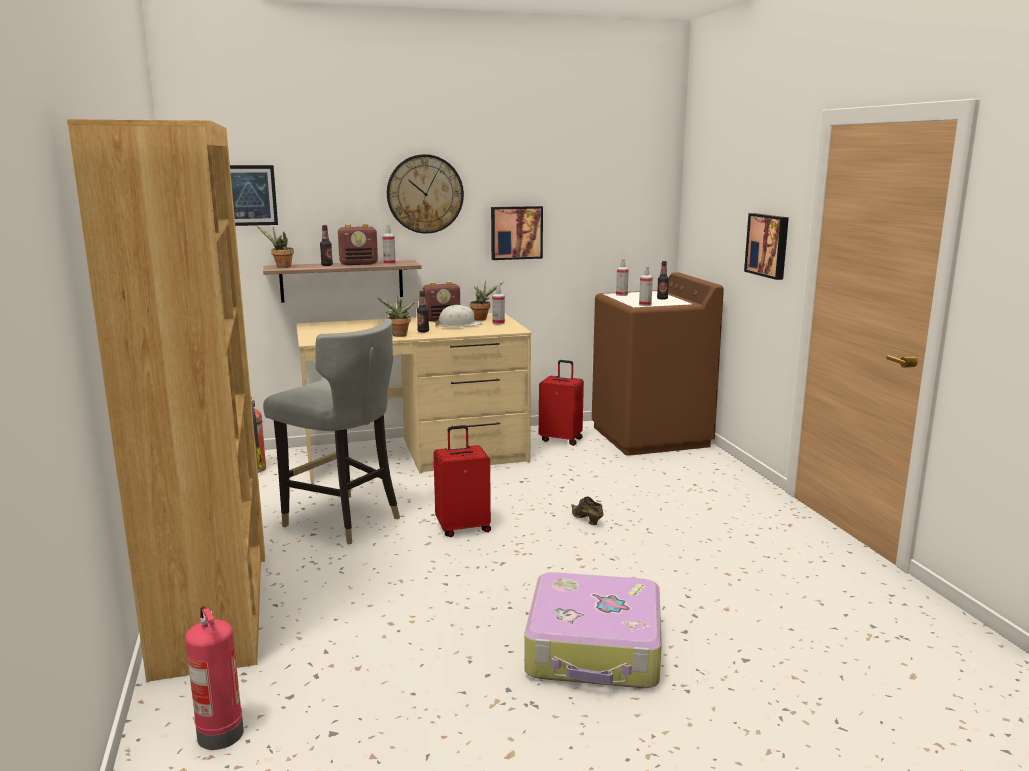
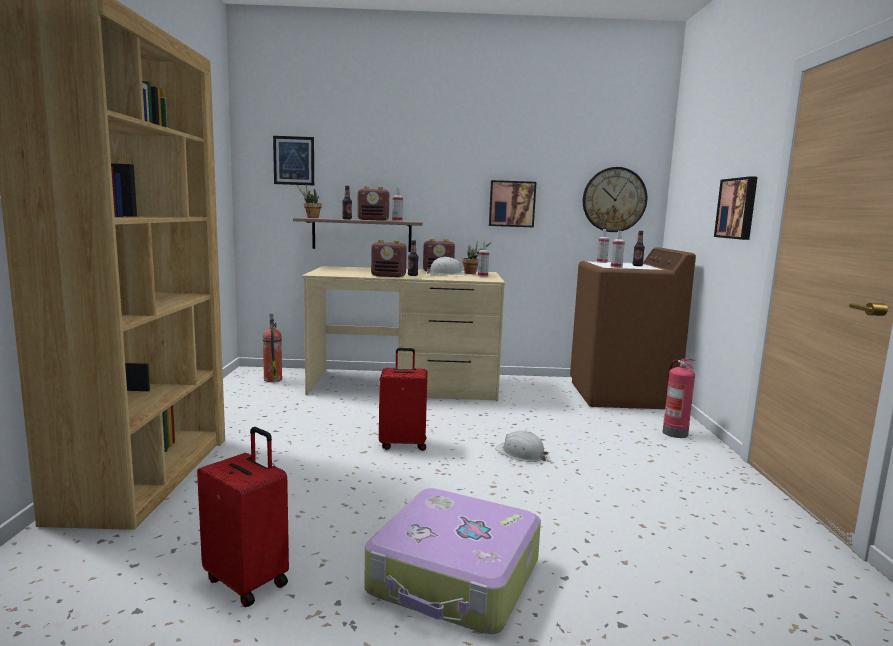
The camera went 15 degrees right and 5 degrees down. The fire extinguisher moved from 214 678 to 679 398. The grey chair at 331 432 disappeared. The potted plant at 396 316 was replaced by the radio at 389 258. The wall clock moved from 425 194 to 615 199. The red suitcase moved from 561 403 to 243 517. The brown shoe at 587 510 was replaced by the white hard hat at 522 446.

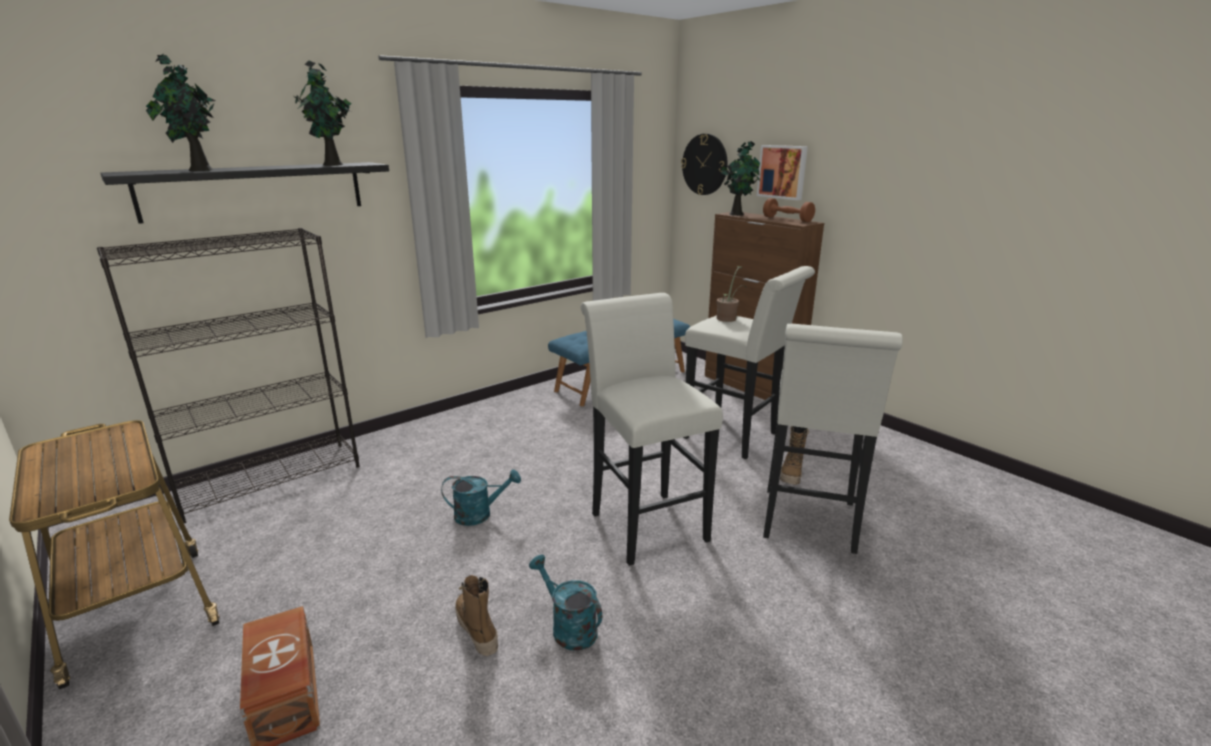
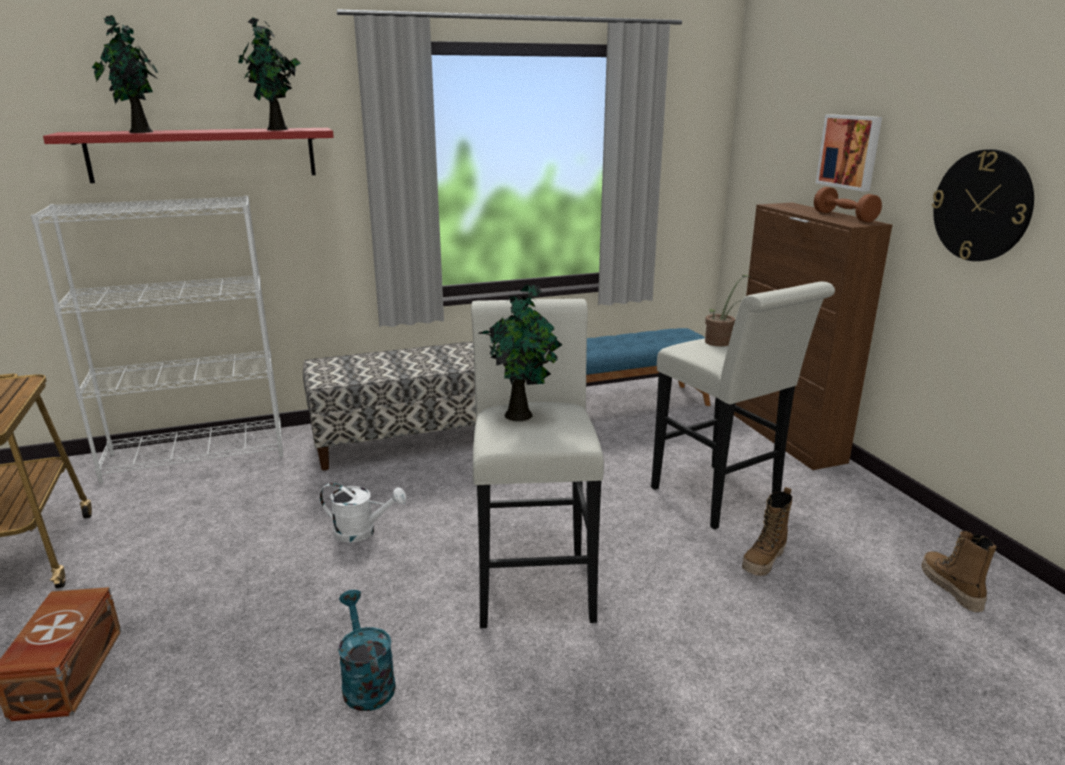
The camera went 20 degrees right and 0 degrees up. The black bookcase at 228 376 became the white bookcase at 157 340. The black shelf at 244 193 became the red shelf at 188 155. The turquoise watering can at 481 497 became the white watering can at 363 513. The boot moved from 476 615 to 958 571. The wall clock moved from 704 164 to 983 205. The potted plant moved from 739 178 to 520 353. The white stool at 833 439 disappeared. The bench at 389 406 appeared.

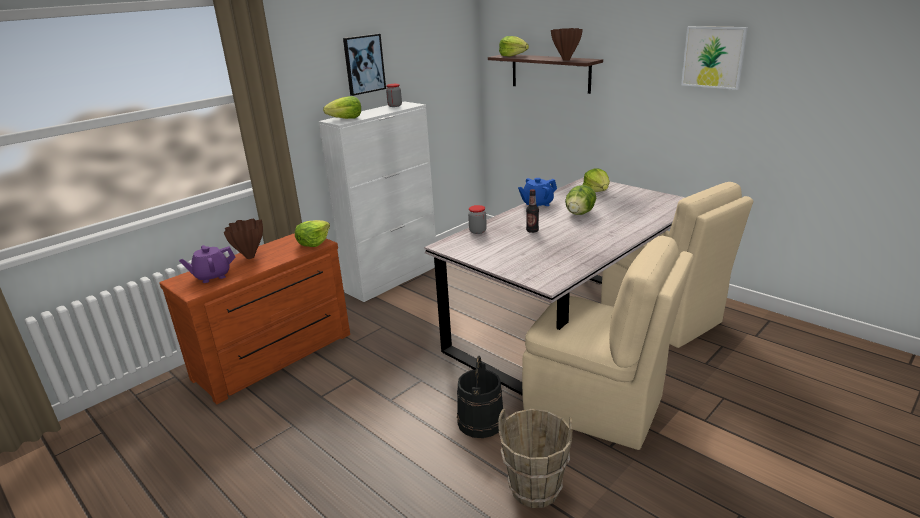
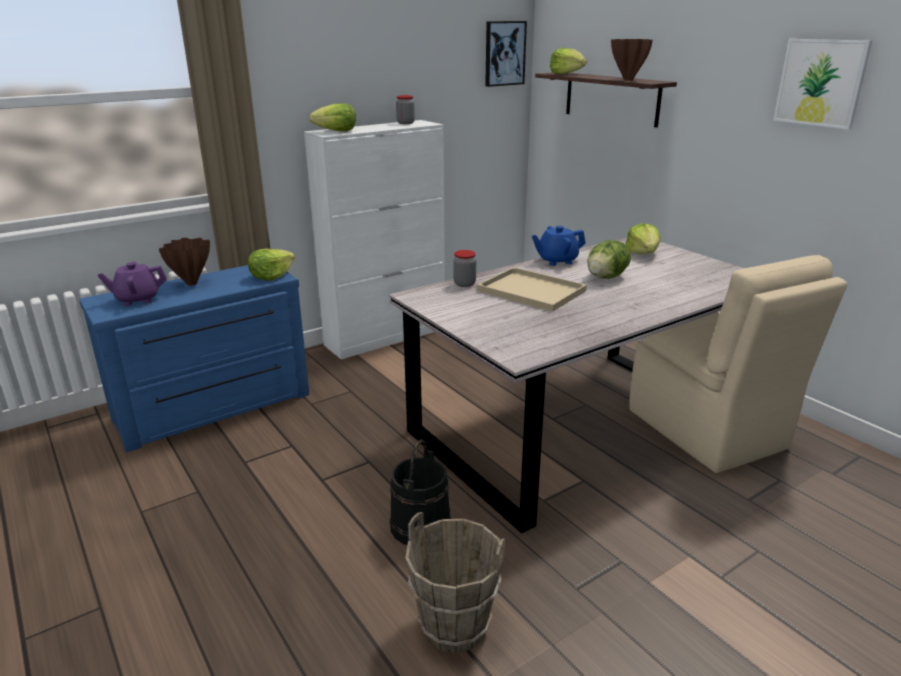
The camera went 10 degrees right and 0 degrees up. The brown dresser at 255 319 became the blue dresser at 194 358. The picture moved from 364 65 to 506 54. The beige chair at 608 343 disappeared. The bottle at 532 211 was replaced by the beige tray at 532 289.

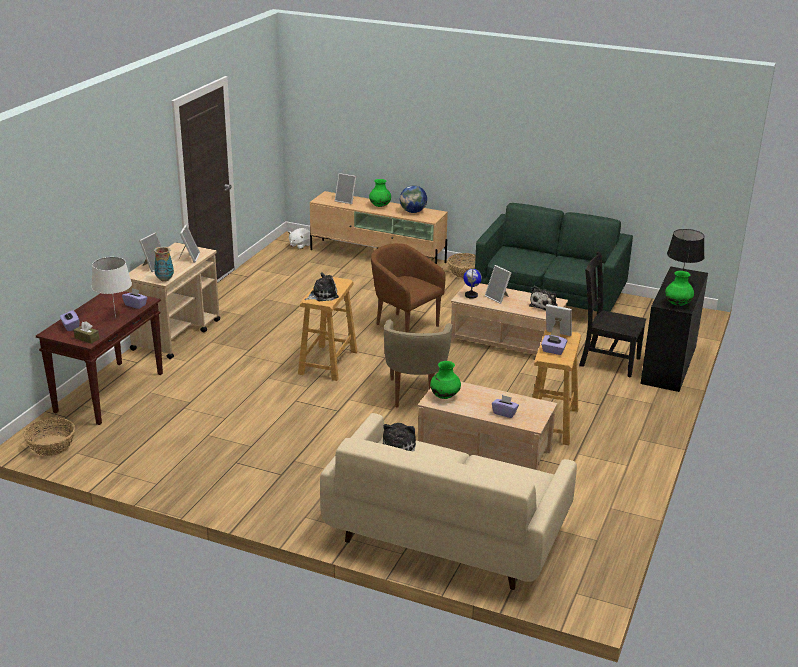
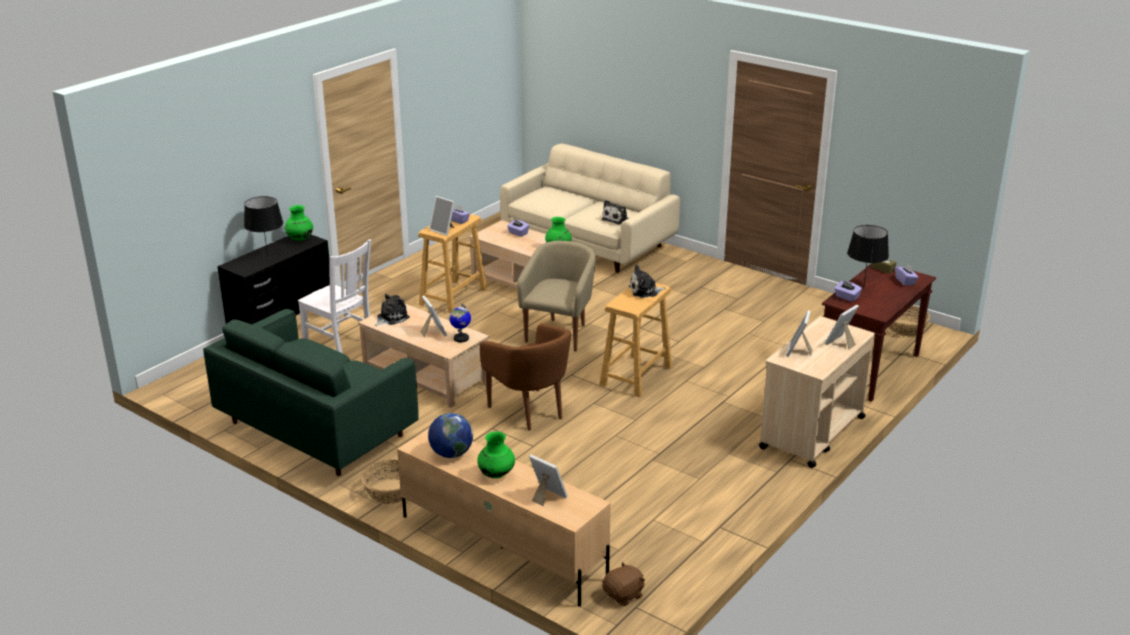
The camera went 165 degrees left and 0 degrees up. The white table lamp at 111 287 became the black table lamp at 868 254. The vase at 164 264 disappeared. The white plush toy at 299 238 became the brown plush toy at 623 584. The black chair at 612 314 became the white chair at 334 296.

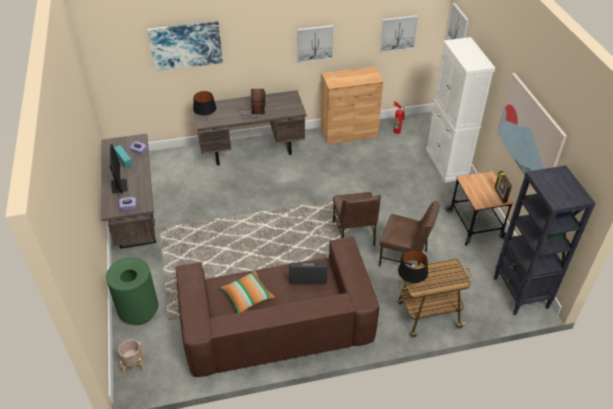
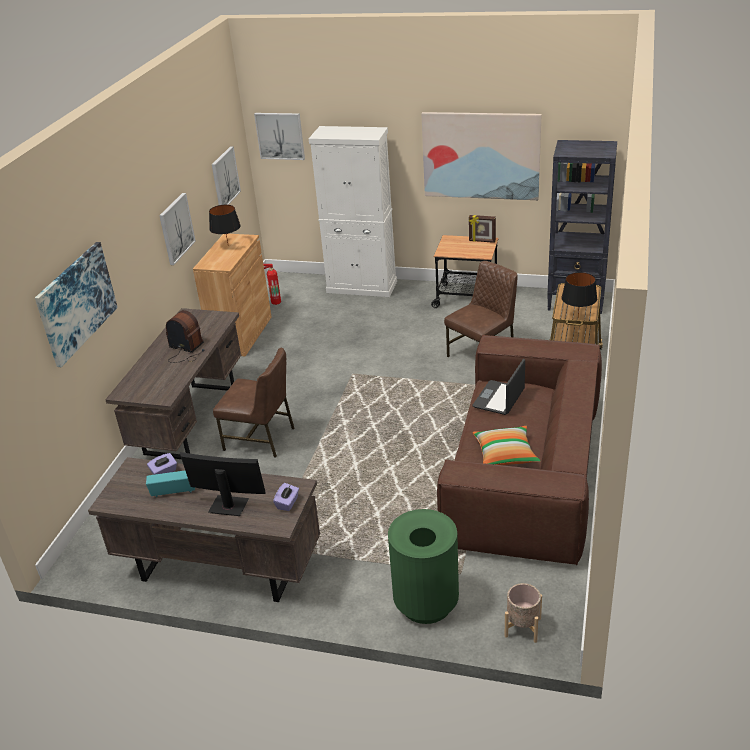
The camera went 60 degrees left and 10 degrees down. The black table lamp moved from 205 106 to 225 225. The brown chair moved from 357 219 to 254 403.

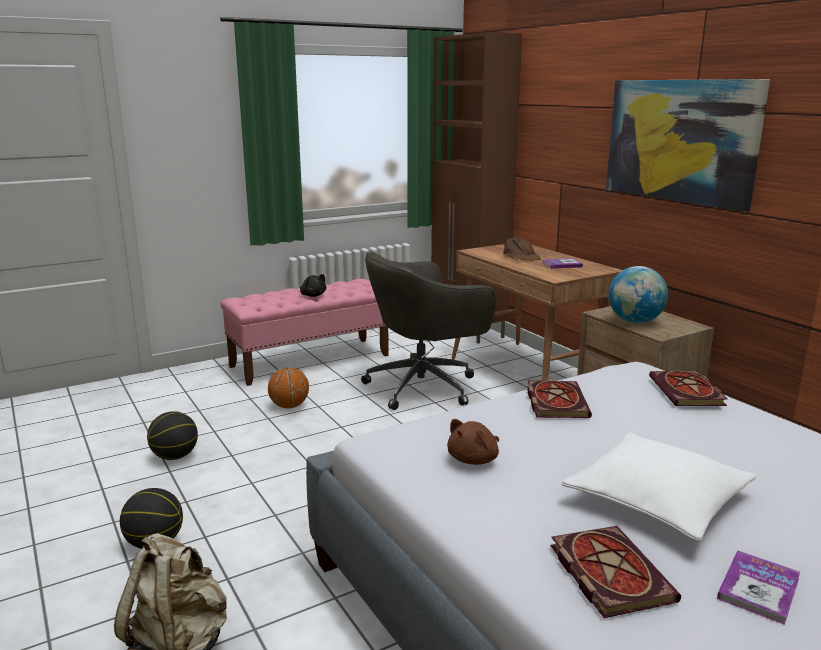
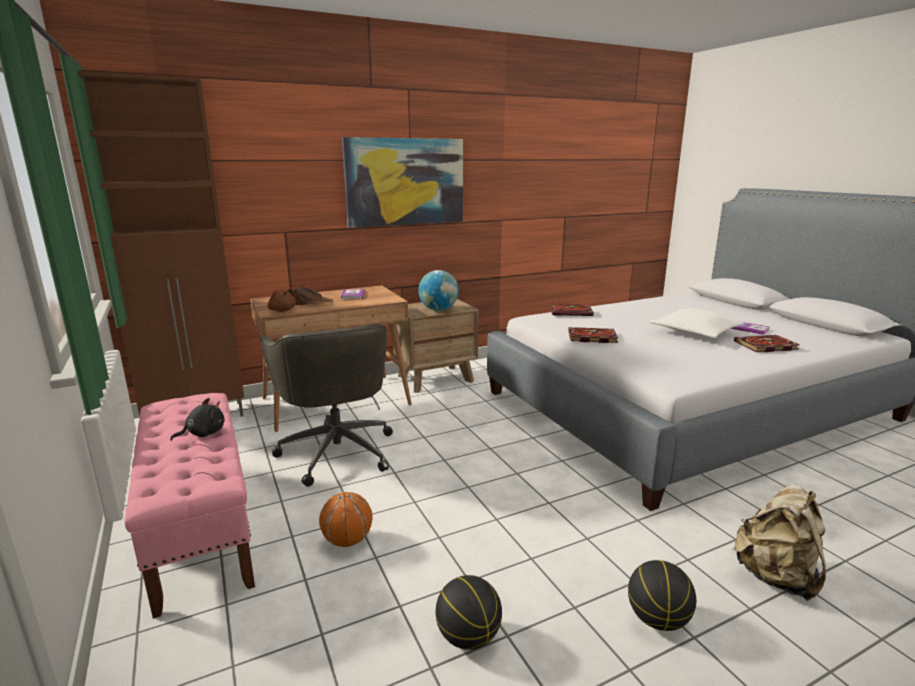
The camera went 85 degrees left and 0 degrees up. The brown plush toy moved from 473 442 to 281 300.

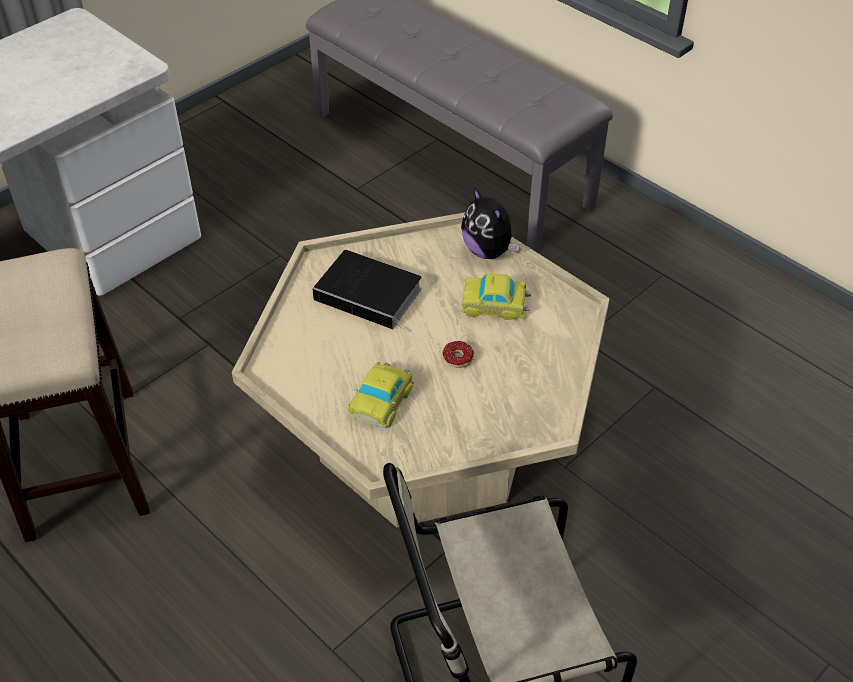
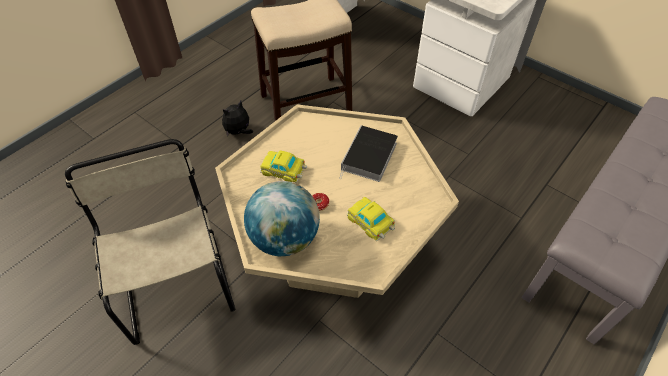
The camera went 85 degrees right and 5 degrees up. The plush toy moved from 490 223 to 237 118. The toy car at 496 296 turned 45 degrees counterclockwise. The globe at 282 218 appeared.

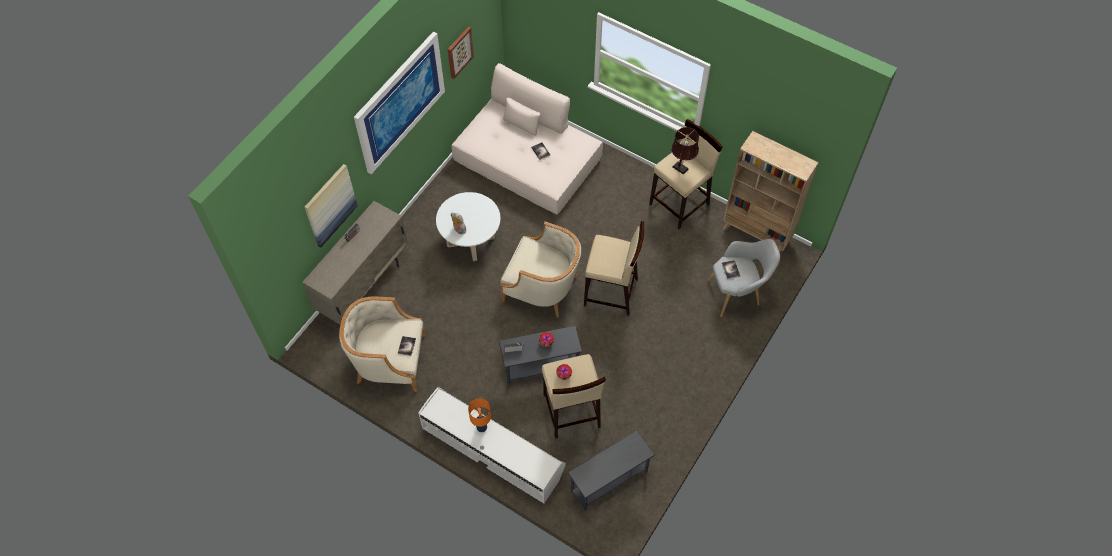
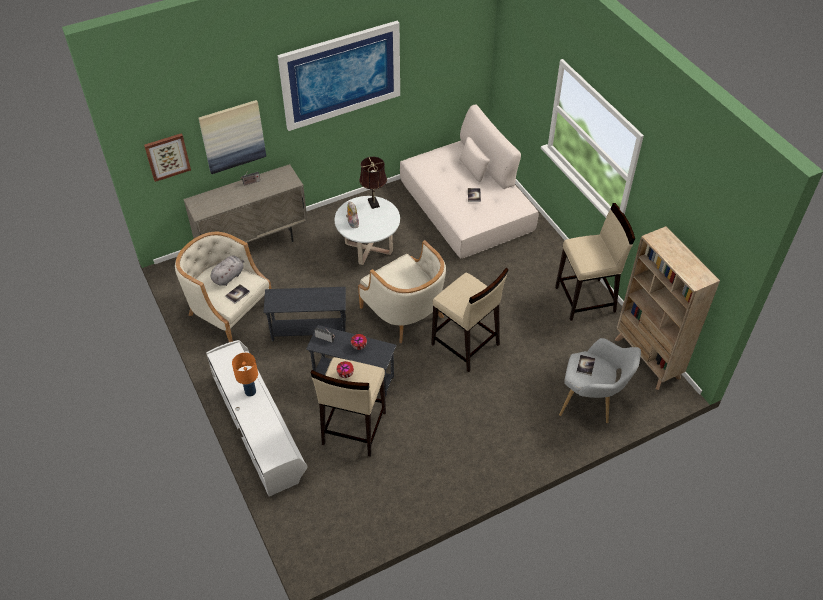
The camera went 30 degrees right and 10 degrees down. The picture moved from 461 53 to 167 157. The grey side table moved from 611 470 to 304 314. The brown table lamp moved from 685 150 to 373 182. The grey plush toy at 228 271 appeared.

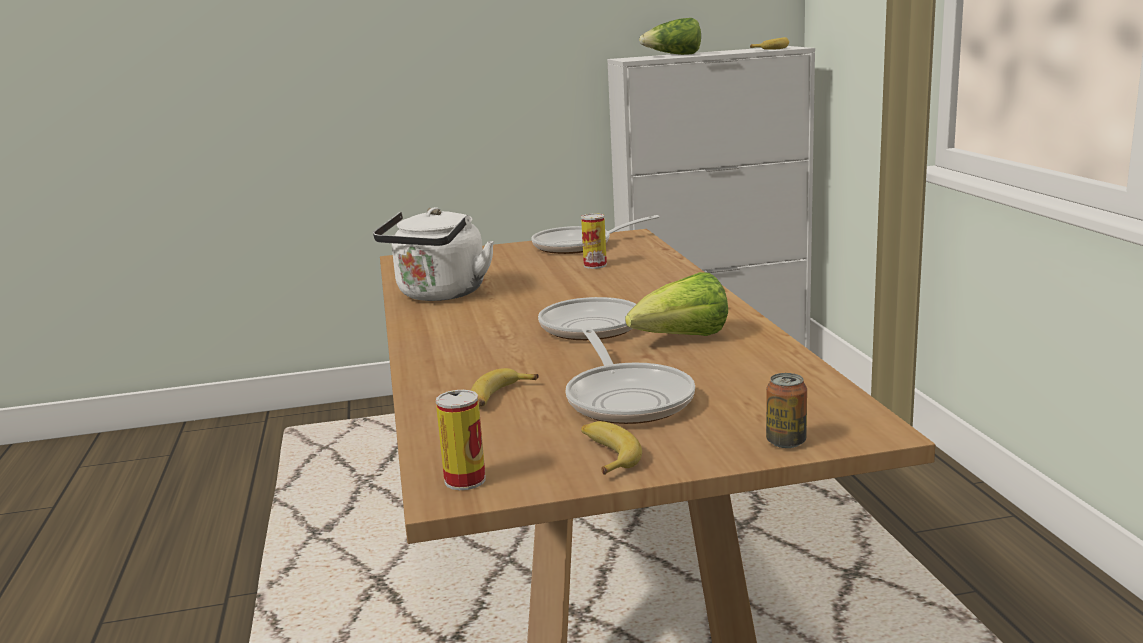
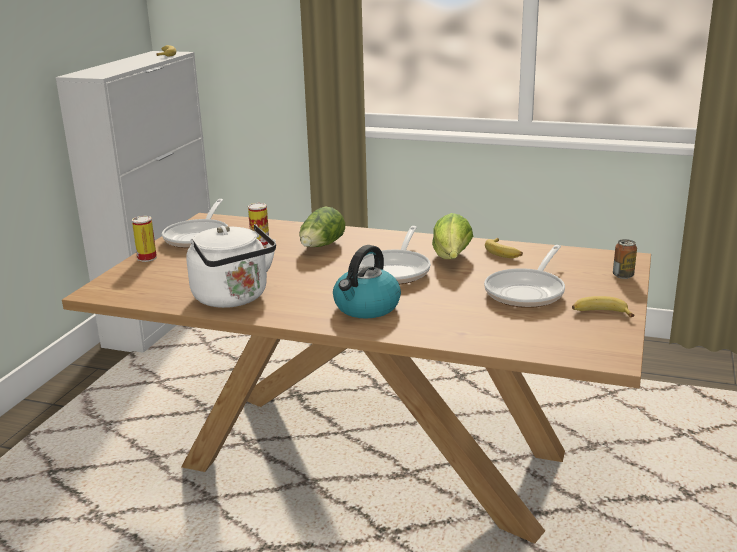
The camera went 60 degrees left and 5 degrees up. The can moved from 461 440 to 144 239. The banana moved from 505 387 to 504 248. The frying pan at 630 375 turned 105 degrees clockwise. The lettuce moved from 670 36 to 322 227. The kettle at 367 281 appeared.

